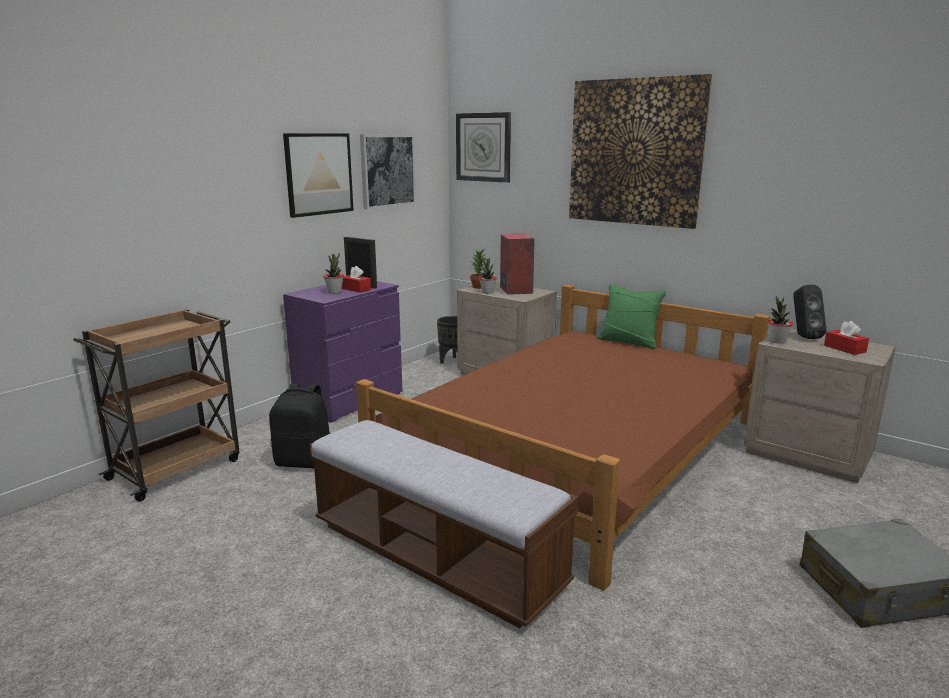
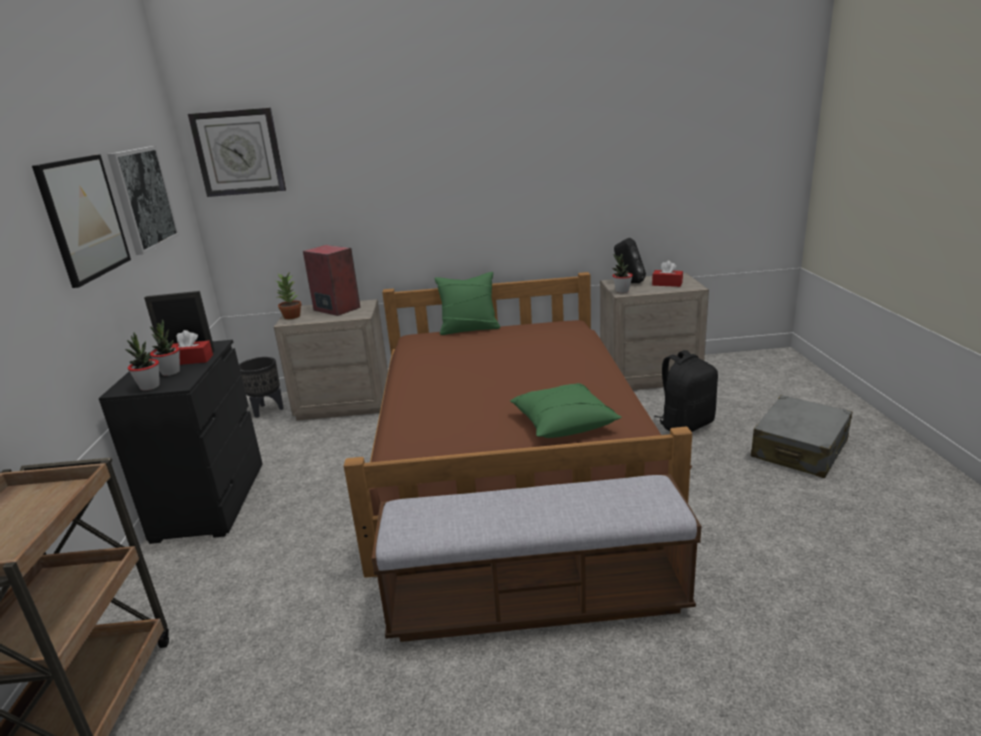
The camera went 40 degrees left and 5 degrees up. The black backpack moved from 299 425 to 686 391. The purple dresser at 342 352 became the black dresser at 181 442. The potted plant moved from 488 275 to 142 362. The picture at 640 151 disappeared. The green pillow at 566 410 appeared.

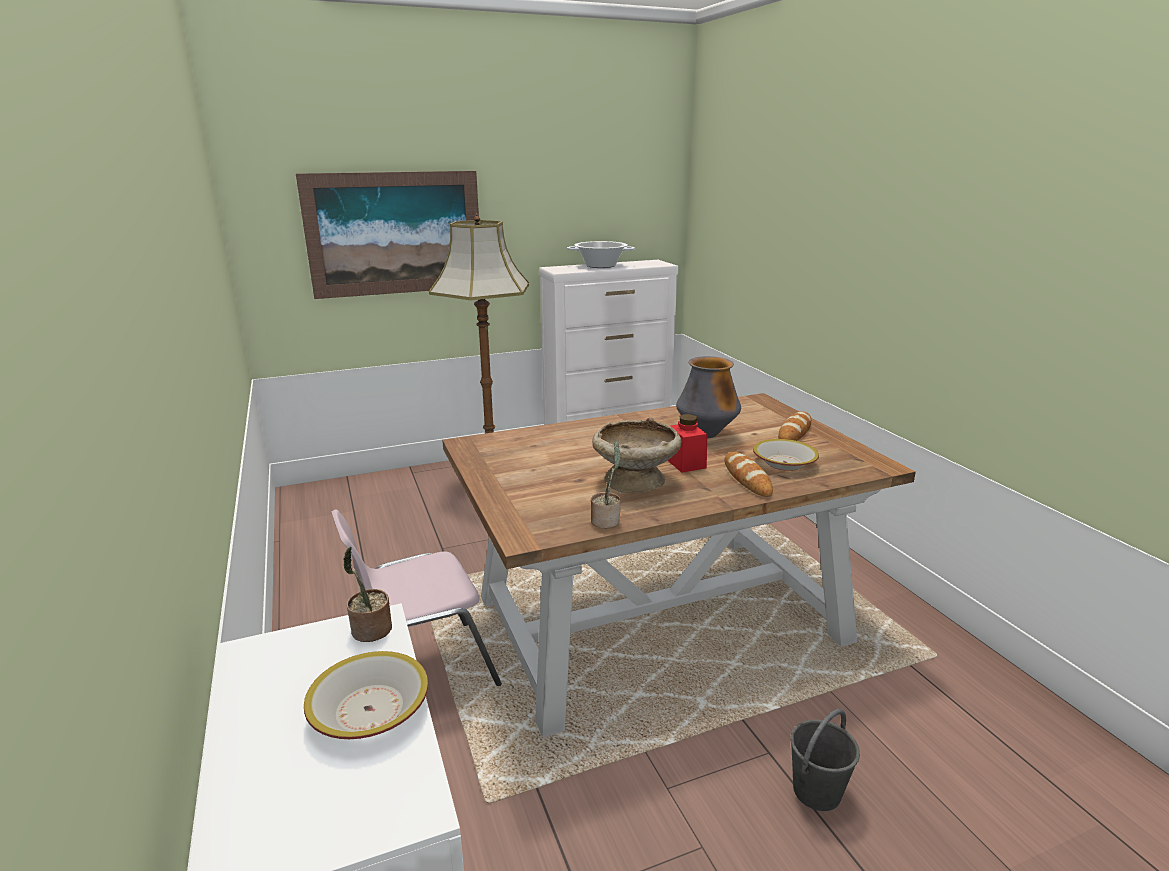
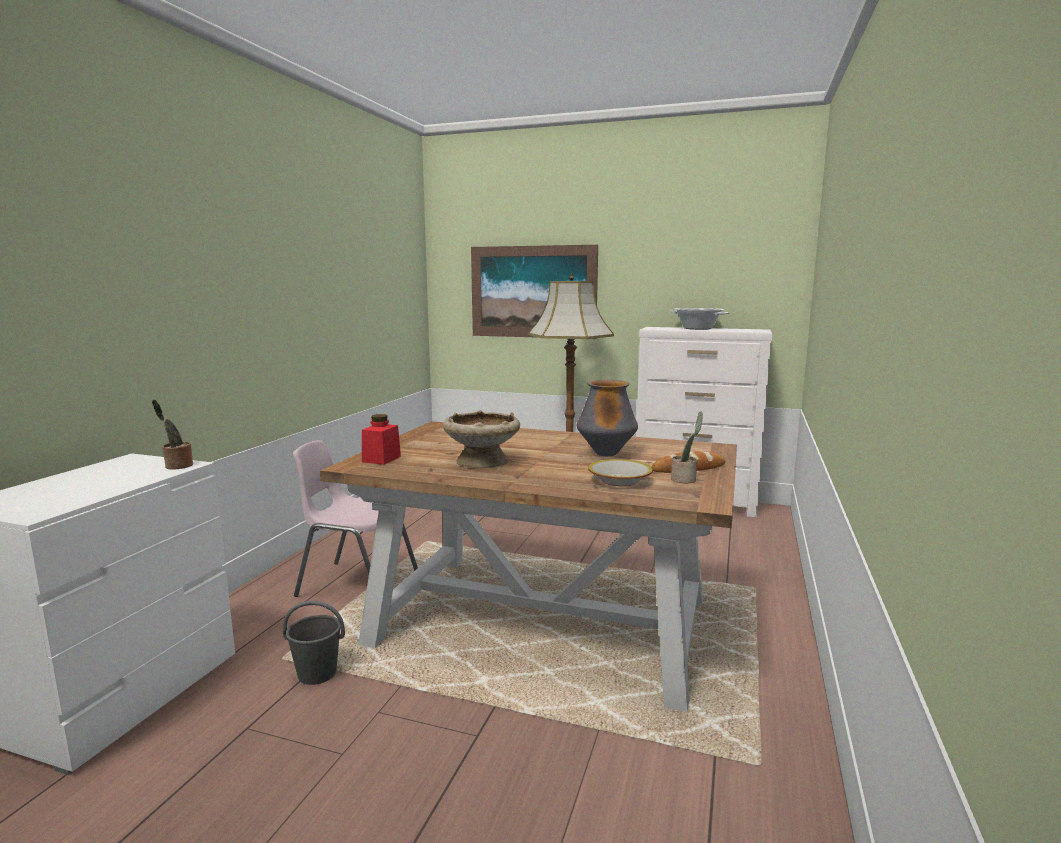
The camera went 40 degrees right and 10 degrees down. The bowl at 366 695 disappeared. The potted plant moved from 606 485 to 687 447. The red jar moved from 687 443 to 381 439. The bread at 749 474 disappeared. The grey bucket moved from 825 760 to 314 643.

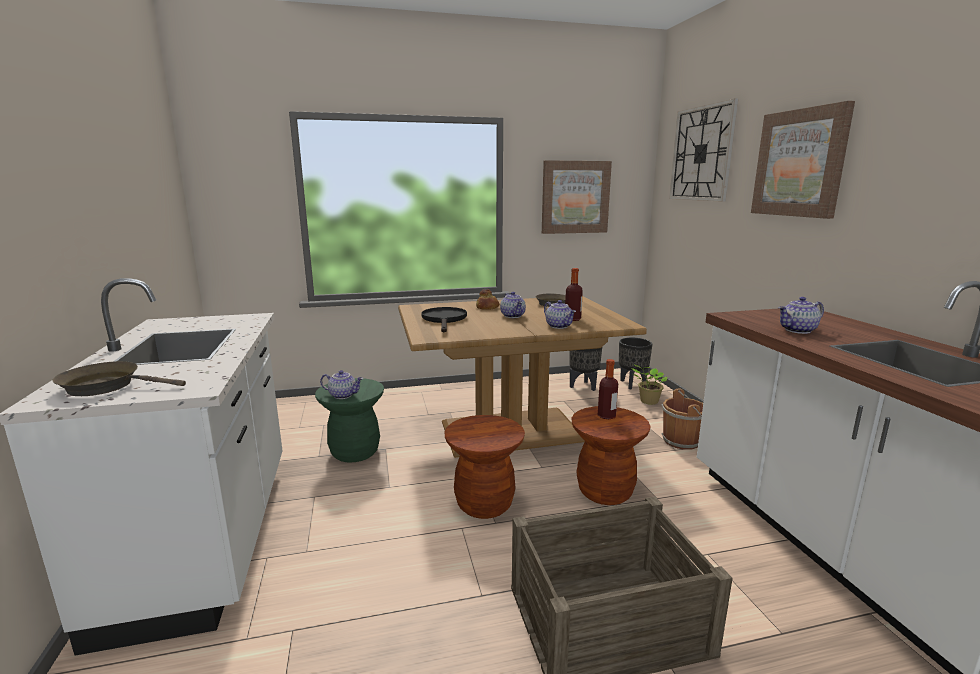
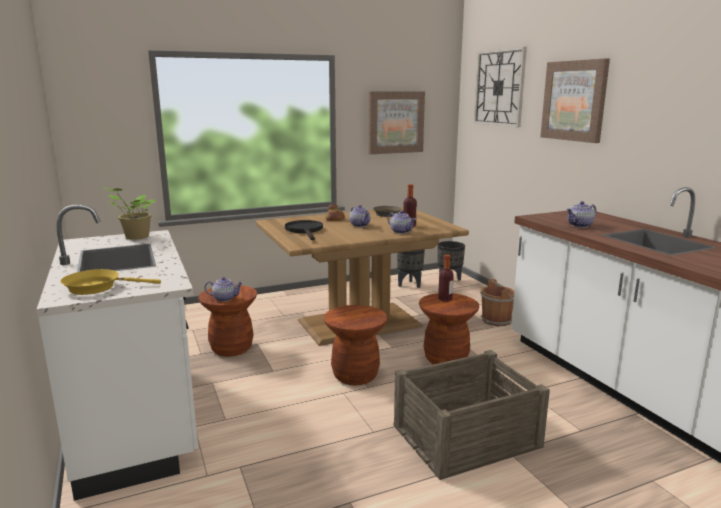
The camera went 10 degrees left and 0 degrees up. The brown frying pan at 119 378 became the yellow frying pan at 110 282. The green stool at 349 420 became the brown stool at 227 321. The potted plant moved from 649 384 to 129 213.

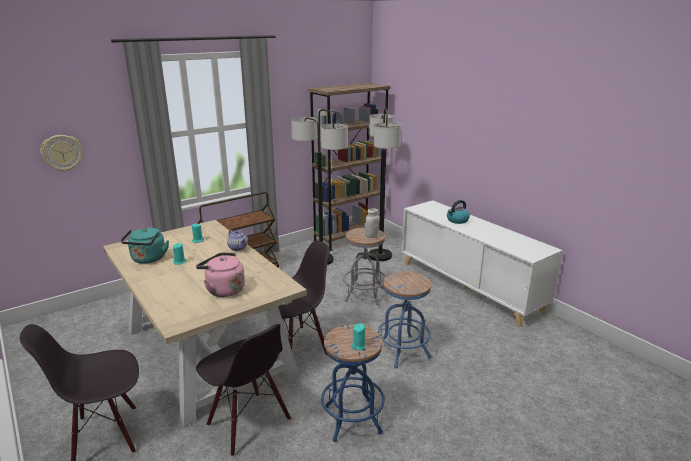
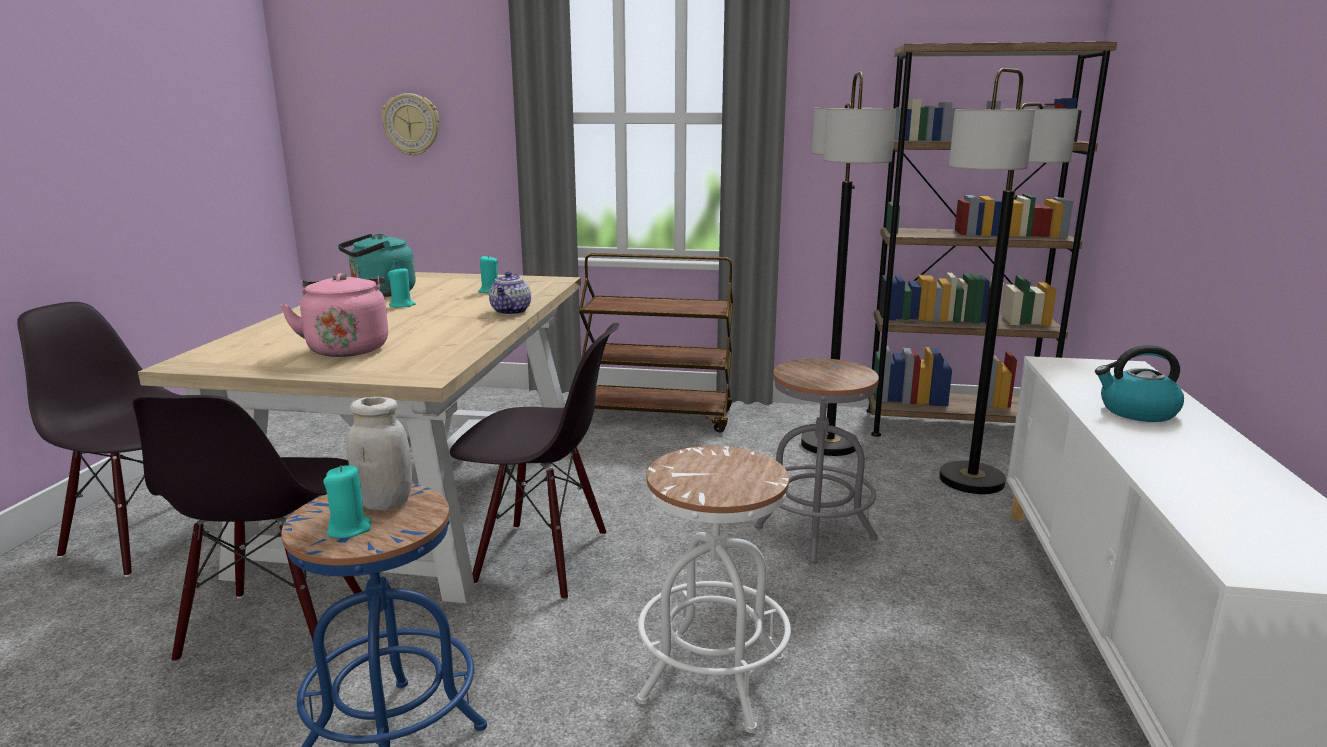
The camera went 45 degrees right and 5 degrees down. The white jar moved from 371 223 to 379 453. The blue stool at 404 319 became the white stool at 714 589.

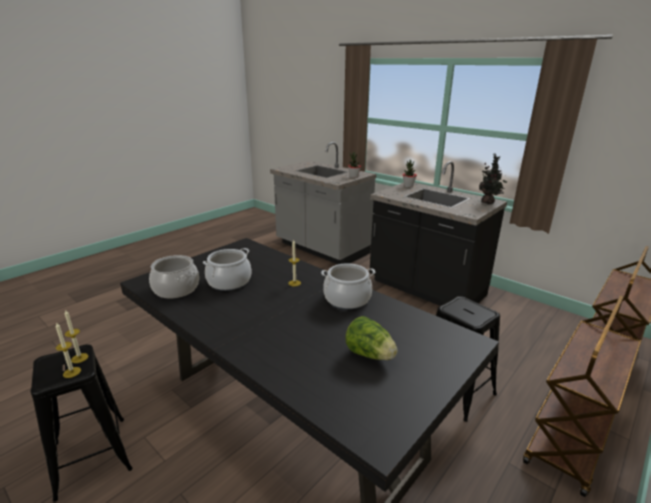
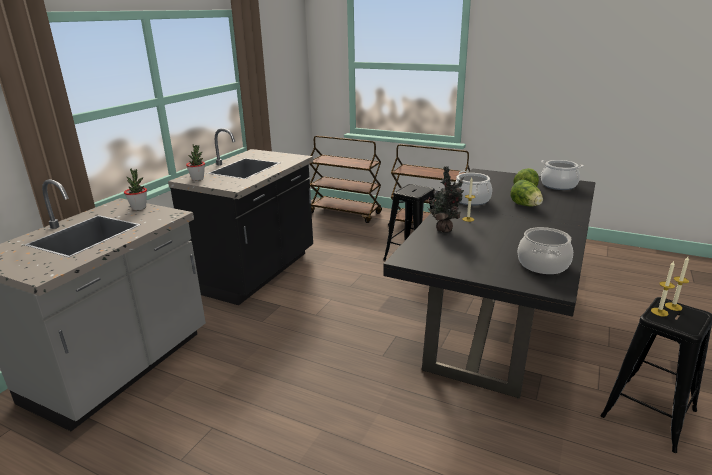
The camera went 105 degrees left and 0 degrees up. The cooking pot moved from 227 269 to 562 175. The potted plant moved from 493 179 to 445 199. The lettuce at 527 193 appeared.

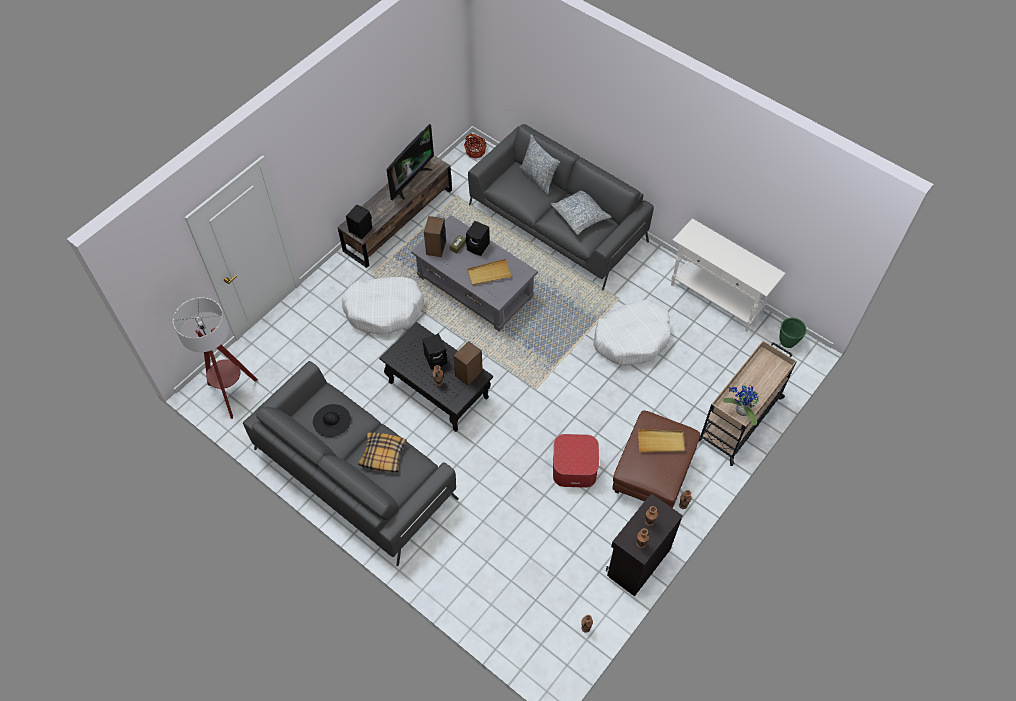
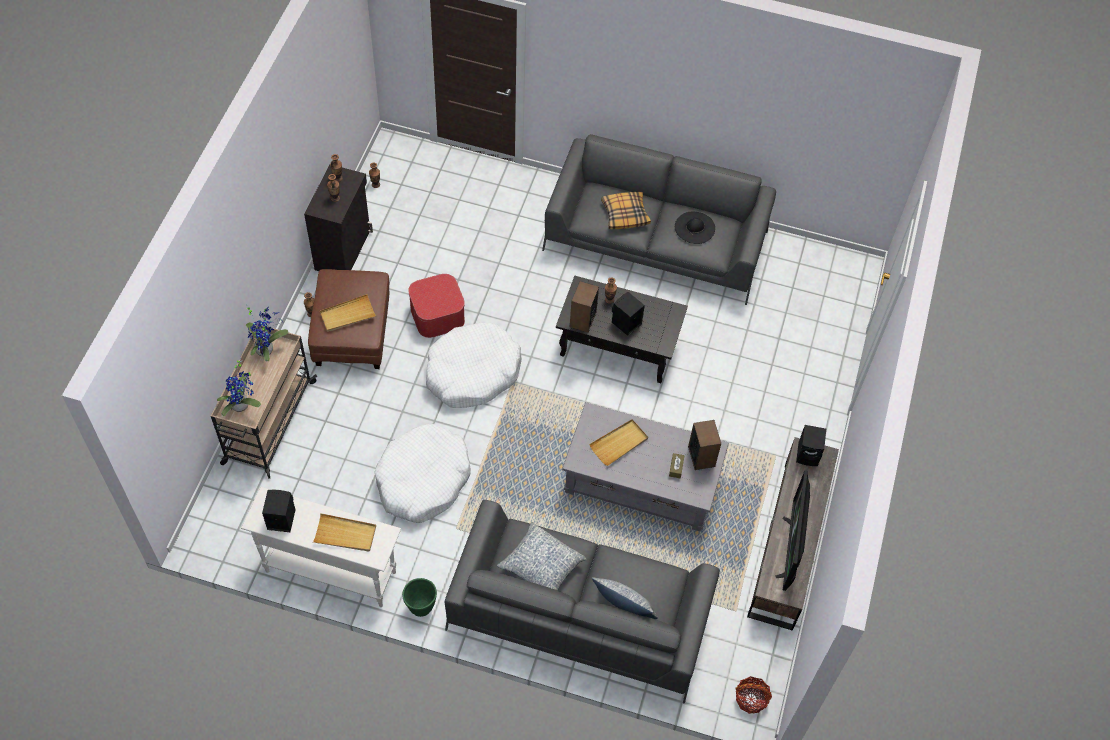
The camera went 155 degrees right and 0 degrees up. The floor lamp at 215 358 disappeared. The white dog bed moved from 383 306 to 474 365. The black speaker moved from 477 238 to 279 511. The green planter moved from 793 333 to 419 597. The potted plant at 239 388 appeared. The beige tray at 344 532 appeared.

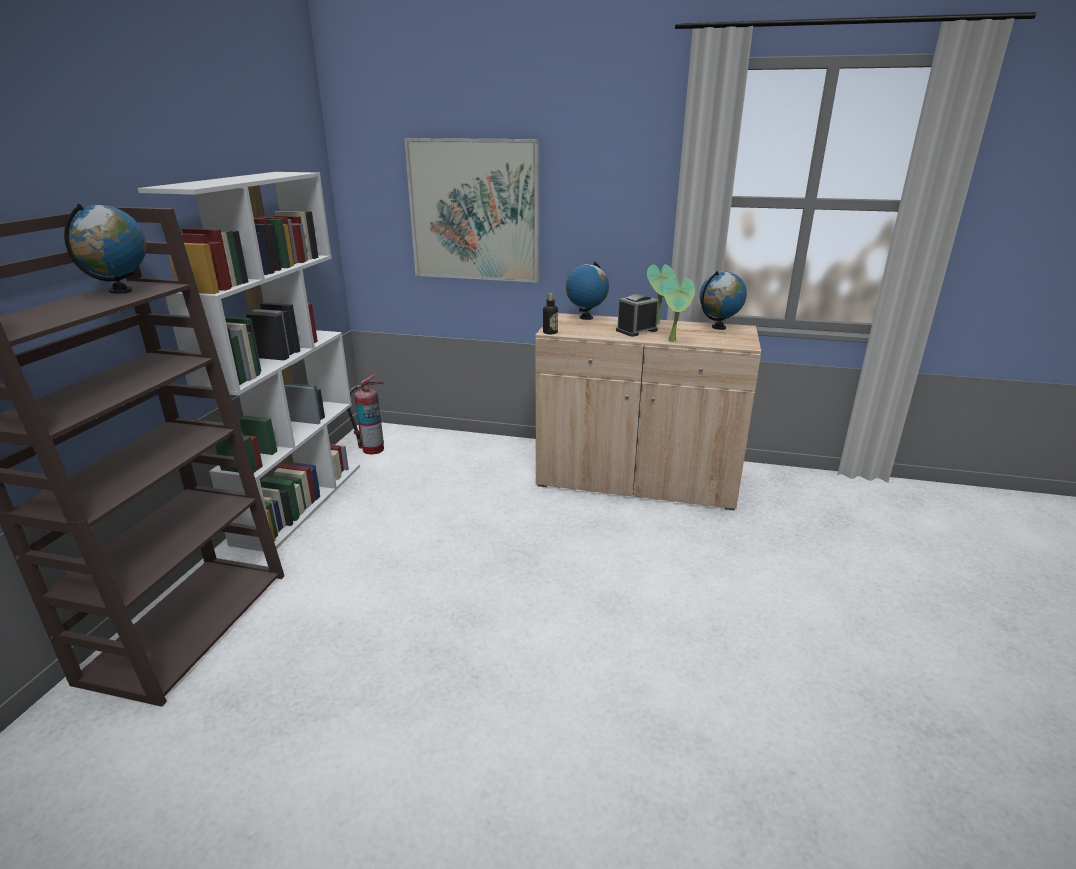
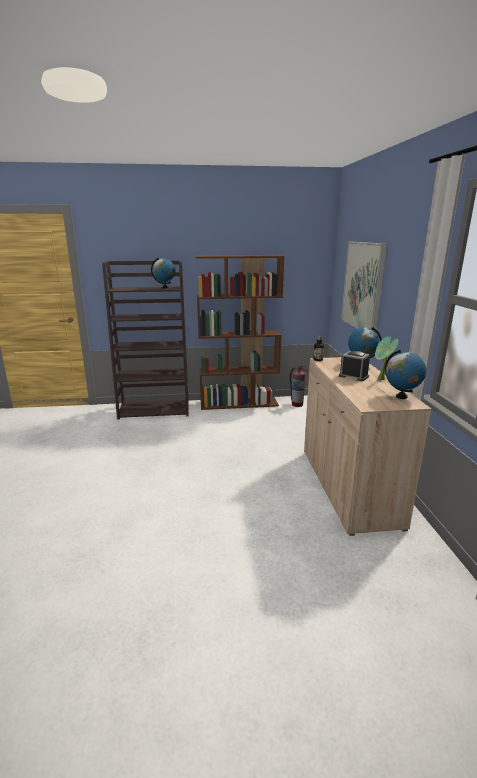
The camera went 70 degrees right and 5 degrees down. The white bookcase at 249 361 became the brown bookcase at 239 332. The potted plant at 679 309 disappeared.

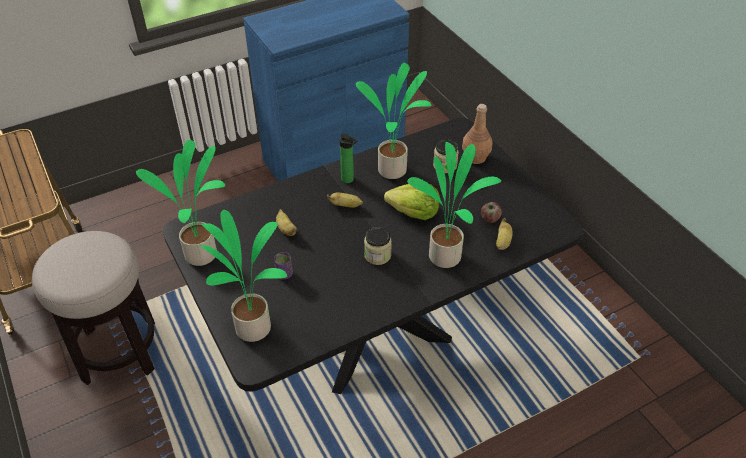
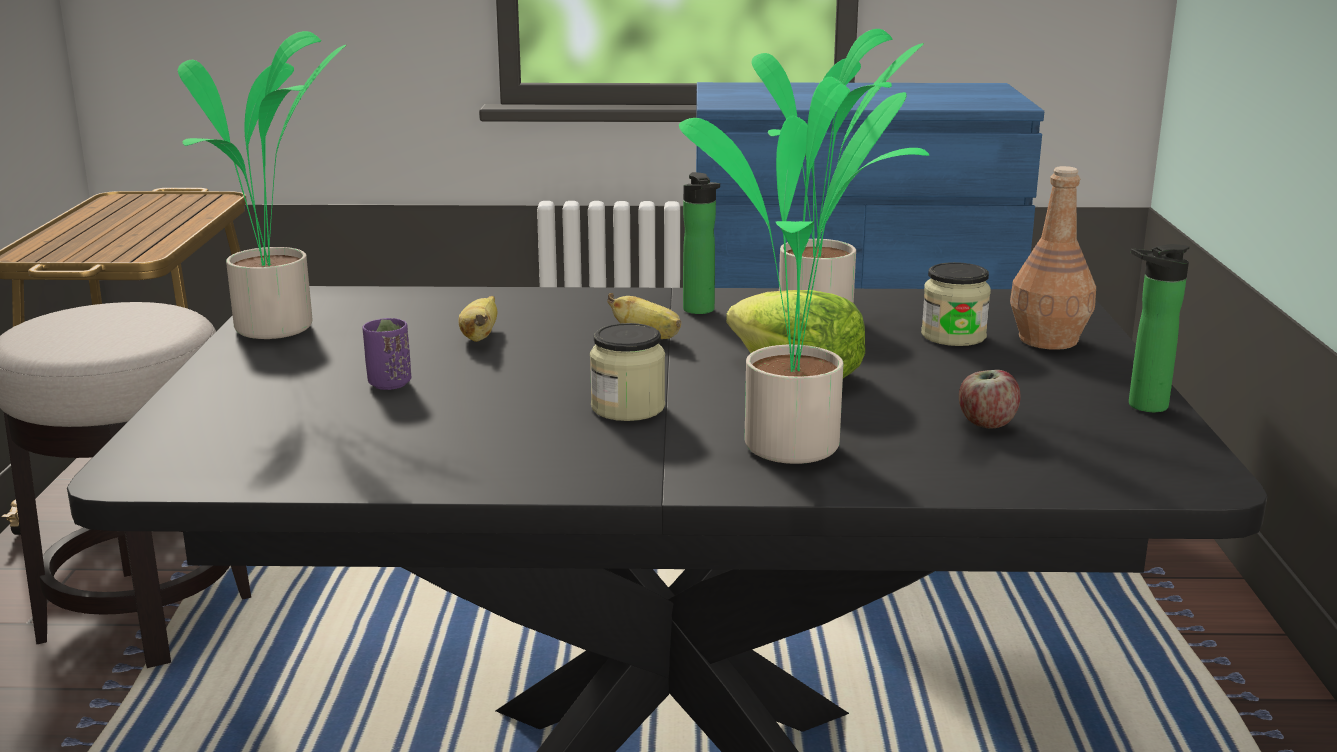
The camera went 30 degrees right and 25 degrees down. The potted plant at 244 276 disappeared. The banana at 504 234 disappeared. The bottle at 1159 328 appeared.

